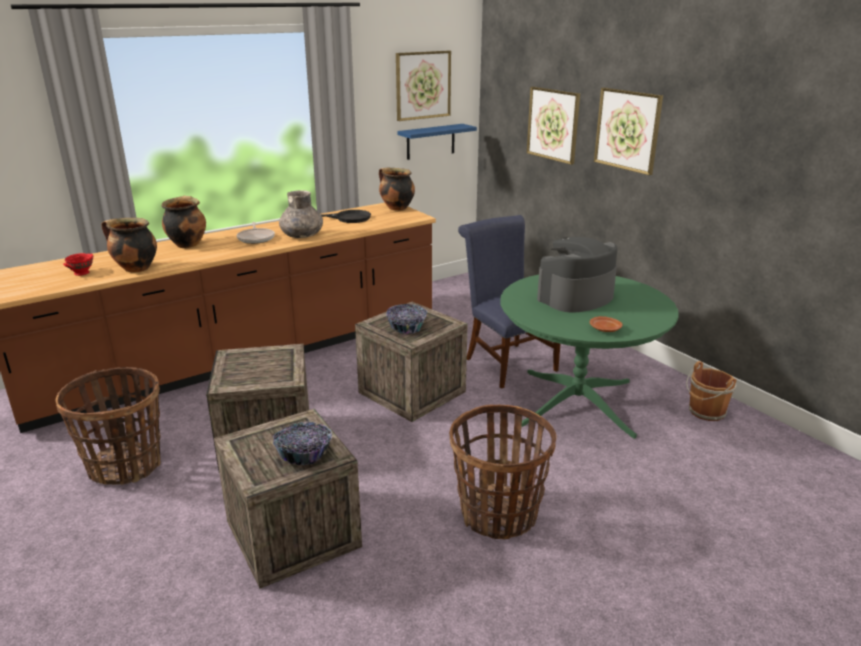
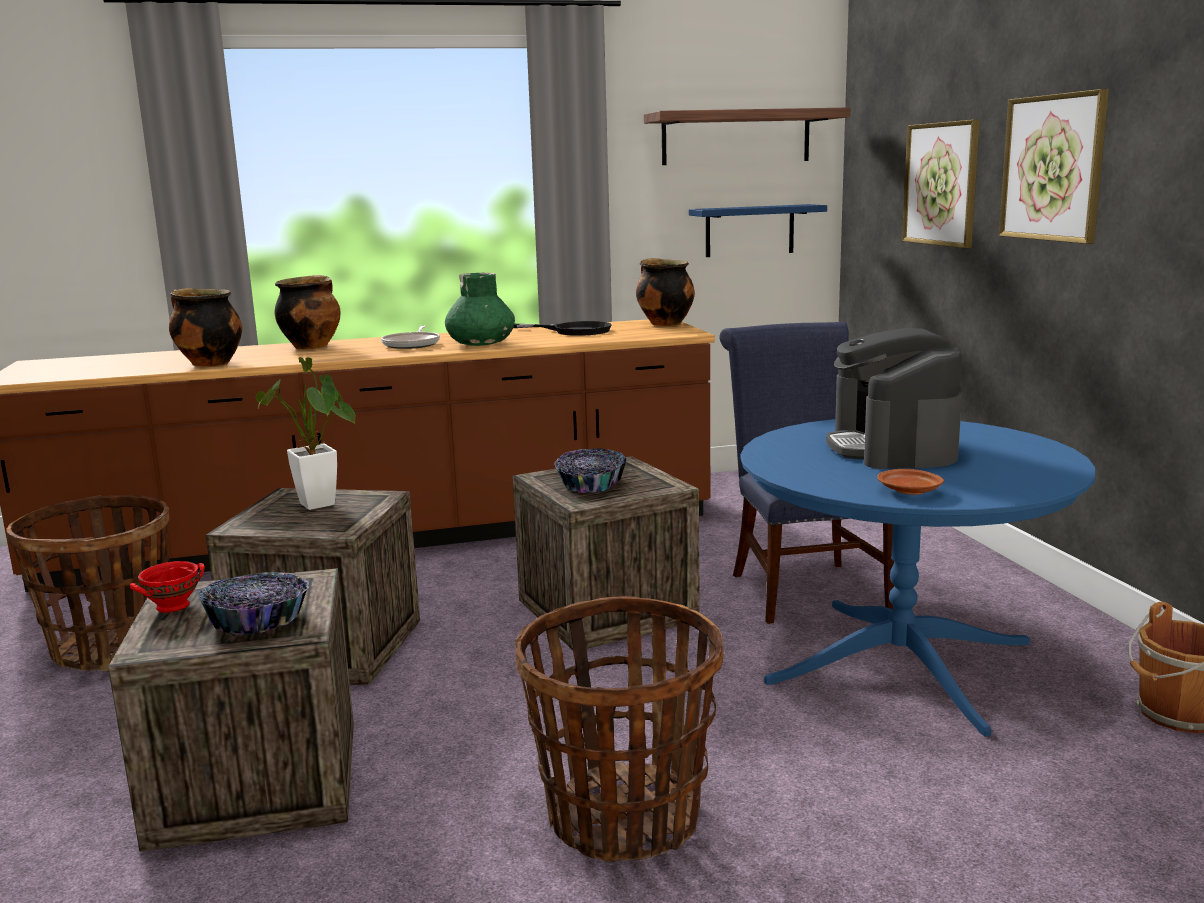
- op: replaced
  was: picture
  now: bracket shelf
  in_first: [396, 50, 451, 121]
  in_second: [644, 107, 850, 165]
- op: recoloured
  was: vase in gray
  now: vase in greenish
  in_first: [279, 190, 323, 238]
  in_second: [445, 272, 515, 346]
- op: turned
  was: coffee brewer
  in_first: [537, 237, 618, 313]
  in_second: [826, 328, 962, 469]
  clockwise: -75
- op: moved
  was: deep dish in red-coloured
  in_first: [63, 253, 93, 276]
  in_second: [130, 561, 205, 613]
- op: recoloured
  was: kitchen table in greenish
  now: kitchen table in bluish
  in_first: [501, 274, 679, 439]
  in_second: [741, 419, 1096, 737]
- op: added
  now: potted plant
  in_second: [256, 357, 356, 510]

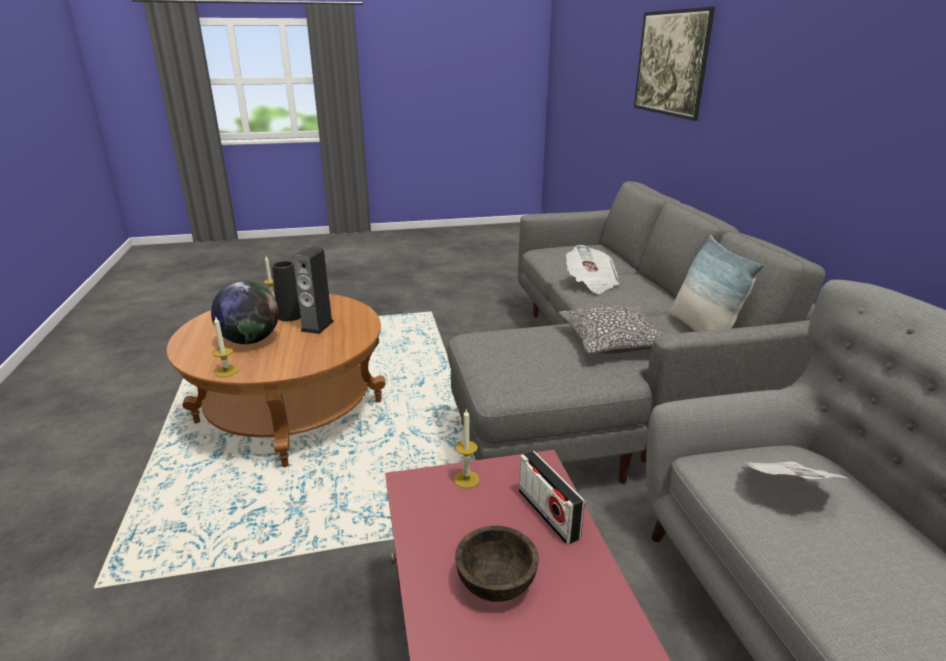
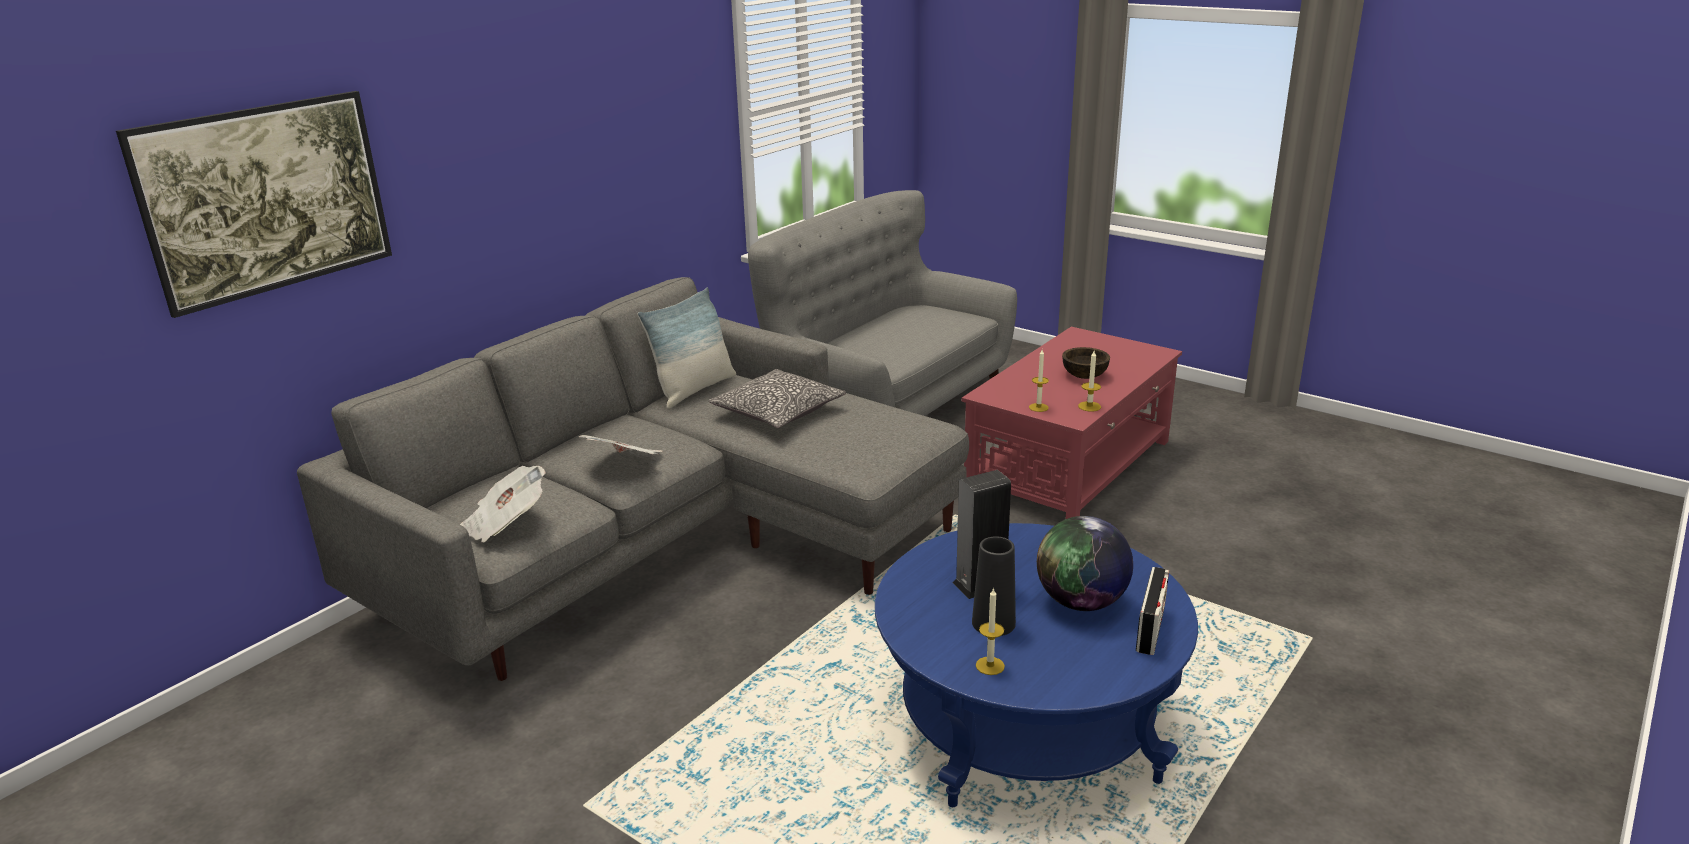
- op: recoloured
  was: lounge table in brownish
  now: lounge table in bluish
  in_first: [166, 294, 386, 467]
  in_second: [875, 523, 1198, 807]
- op: moved
  was: wax light
  in_first: [213, 316, 239, 377]
  in_second: [1078, 351, 1101, 412]
- op: moved
  was: radio set
  in_first: [519, 451, 585, 545]
  in_second: [1136, 567, 1169, 655]
- op: moved
  was: newspaper
  in_first: [744, 461, 849, 479]
  in_second: [460, 466, 546, 542]

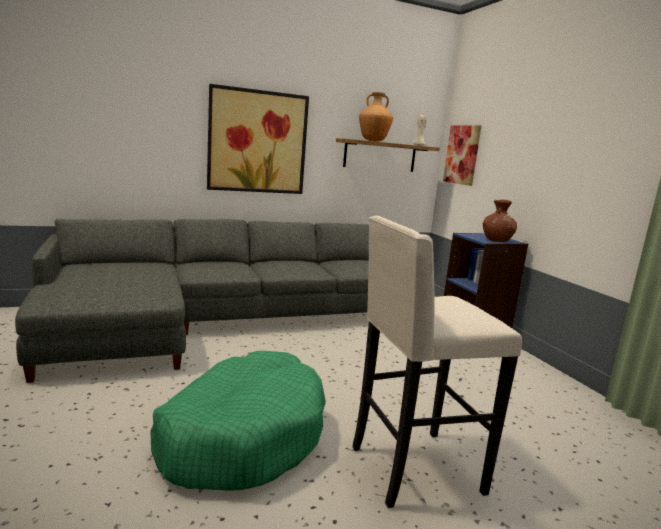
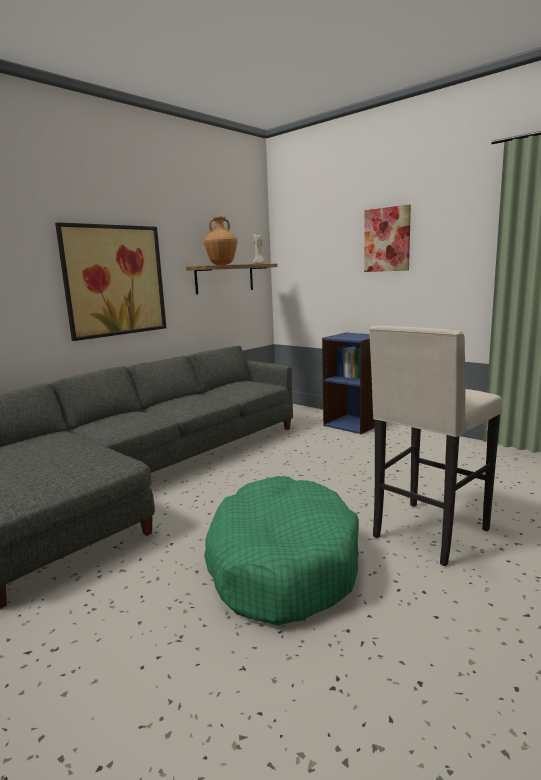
- op: moved
  was: picture
  in_first: [443, 125, 481, 186]
  in_second: [364, 205, 411, 272]
- op: removed
  was: vase in brownish
  in_first: [483, 200, 517, 242]

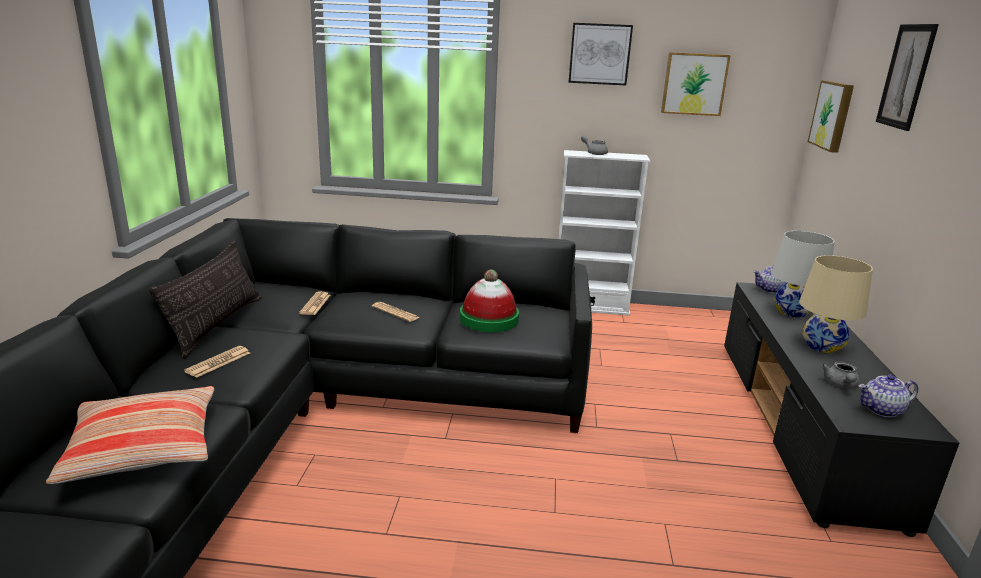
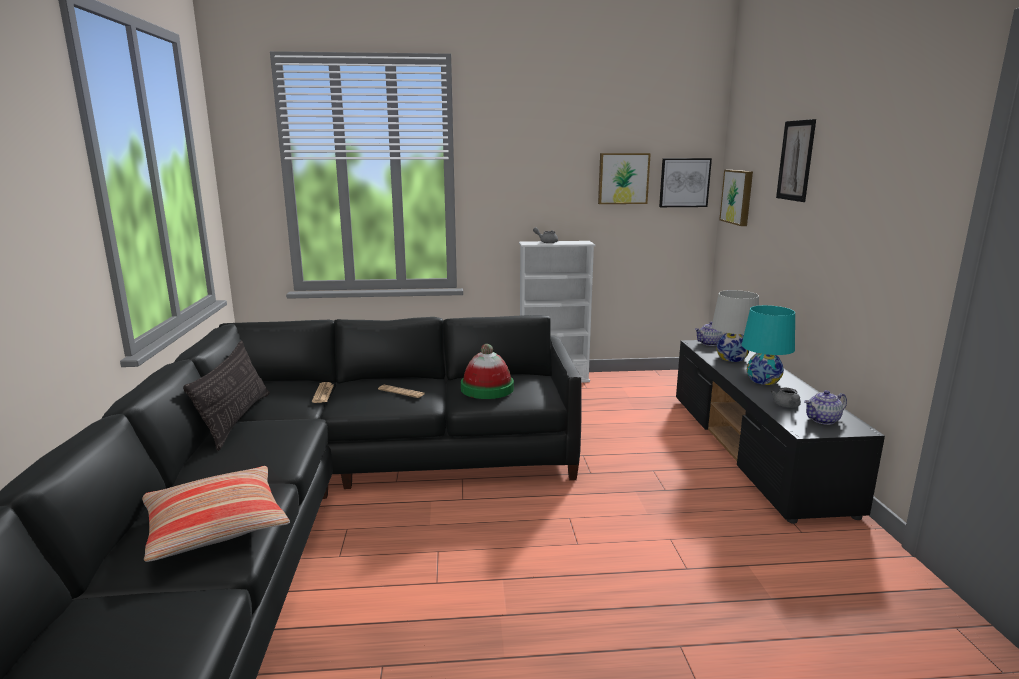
- op: moved
  was: picture
  in_first: [569, 23, 633, 85]
  in_second: [659, 158, 712, 207]
- op: recoloured
  was: table lamp in sand-coloured
  now: table lamp in blue-green
  in_first: [799, 255, 873, 353]
  in_second: [742, 305, 795, 385]
- op: removed
  was: newspaper
  in_first: [184, 346, 250, 378]

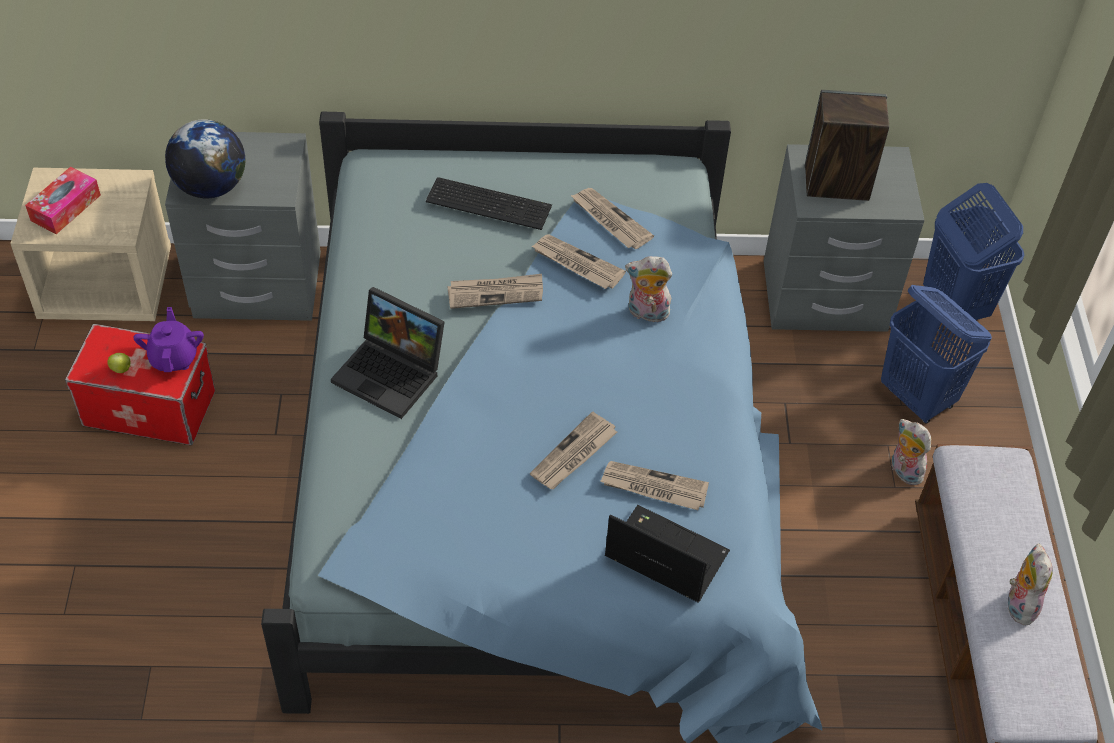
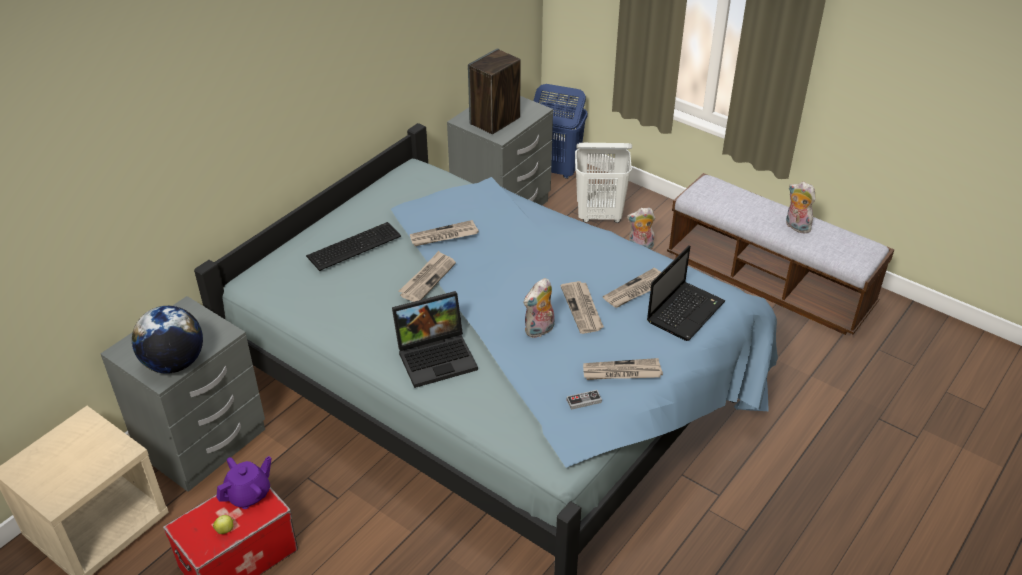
- op: removed
  was: tissue holder
  in_first: [25, 167, 101, 234]
- op: moved
  was: newspaper
  in_first: [571, 188, 654, 249]
  in_second: [583, 358, 663, 380]
- op: moved
  was: soft toy
  in_first: [625, 256, 672, 322]
  in_second: [524, 278, 555, 338]
- op: recoloured
  was: laundry basket in bluish
  now: laundry basket in whitish
  in_first: [881, 285, 992, 424]
  in_second: [575, 143, 632, 223]
- op: turned
  was: tea pot in purplish
  in_first: [133, 307, 204, 372]
  in_second: [216, 456, 272, 509]
  clockwise: 105
- op: turned
  was: portable computer
  in_first: [605, 505, 730, 603]
  in_second: [647, 245, 726, 341]
  clockwise: 150
- op: added
  now: game controller
  in_second: [567, 390, 602, 410]

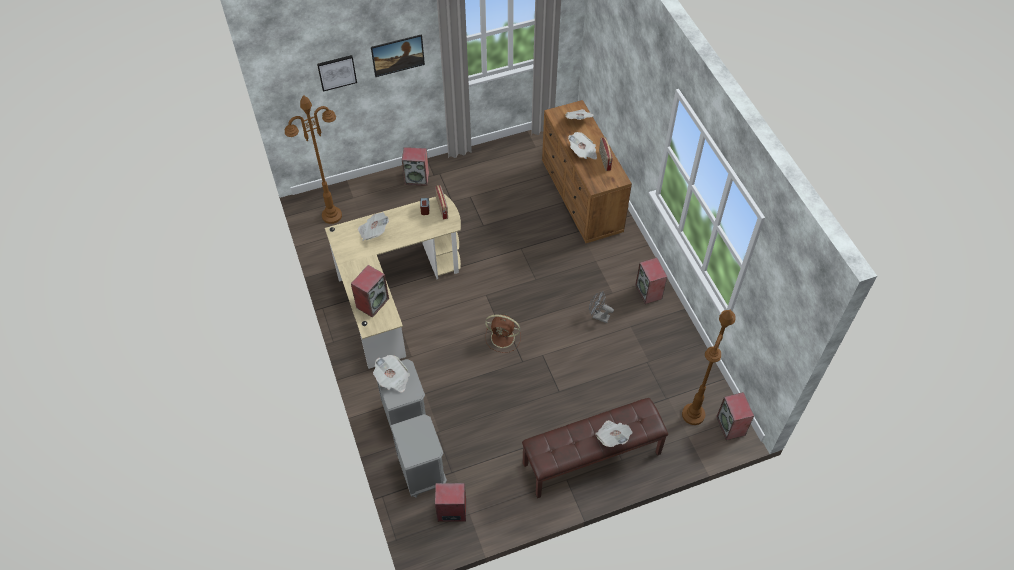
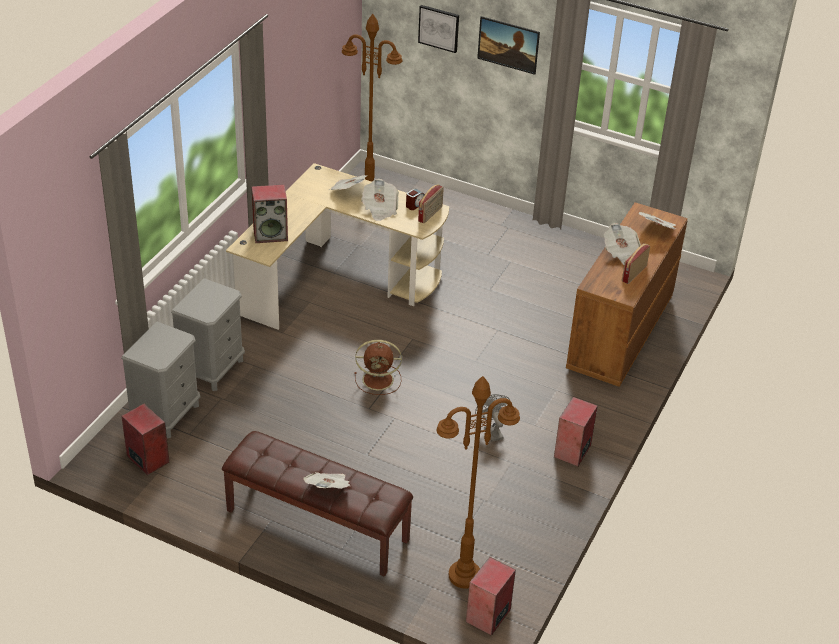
- op: removed
  was: loudspeaker
  in_first: [402, 147, 429, 186]
- op: turned
  was: fan in brownish
  in_first: [485, 314, 521, 353]
  in_second: [354, 340, 402, 395]
  clockwise: -60
- op: moved
  was: newspaper
  in_first: [373, 355, 410, 393]
  in_second: [361, 179, 399, 221]

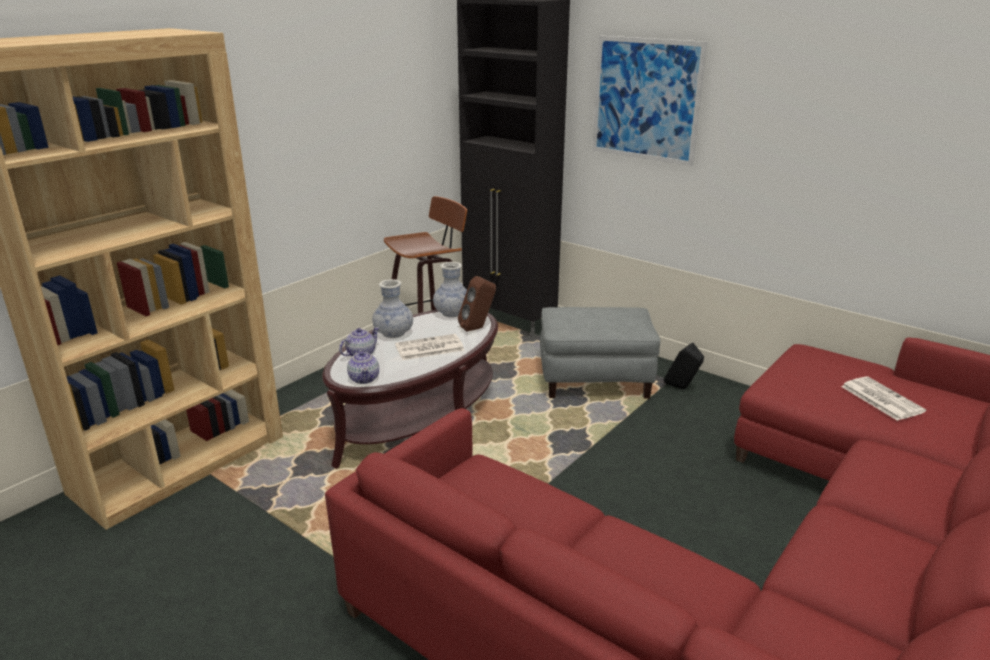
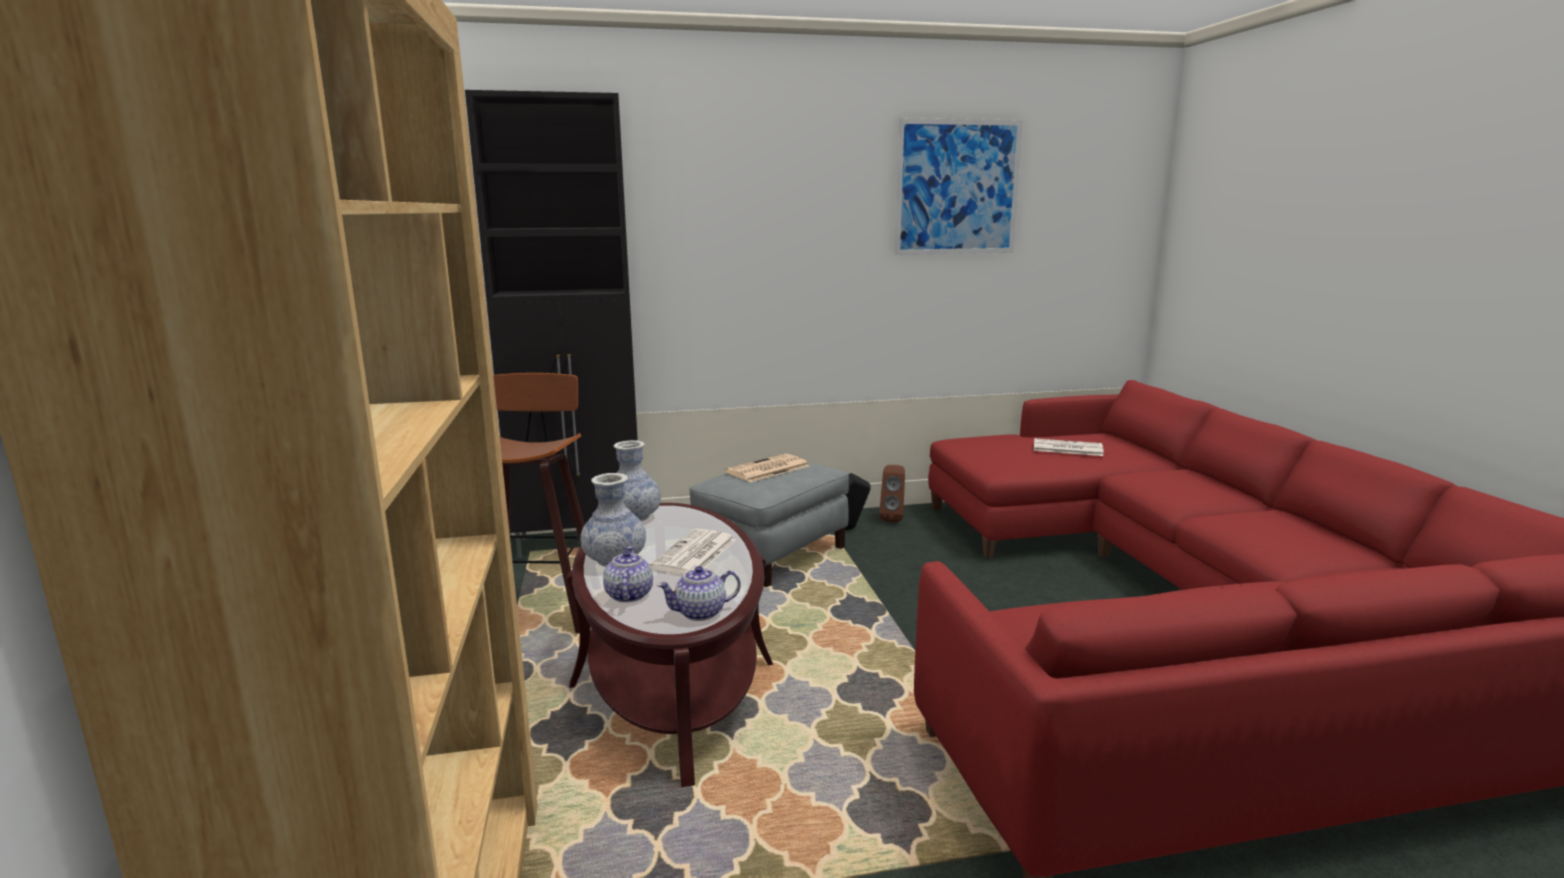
- op: moved
  was: picture
  in_first: [593, 36, 707, 166]
  in_second: [894, 118, 1023, 255]
- op: moved
  was: loudspeaker in brownish
  in_first: [458, 276, 496, 332]
  in_second: [879, 465, 905, 522]
- op: turned
  was: tea pot
  in_first: [347, 348, 379, 384]
  in_second: [657, 566, 741, 621]
  clockwise: 135
- op: added
  now: newspaper
  in_second: [725, 454, 809, 482]

